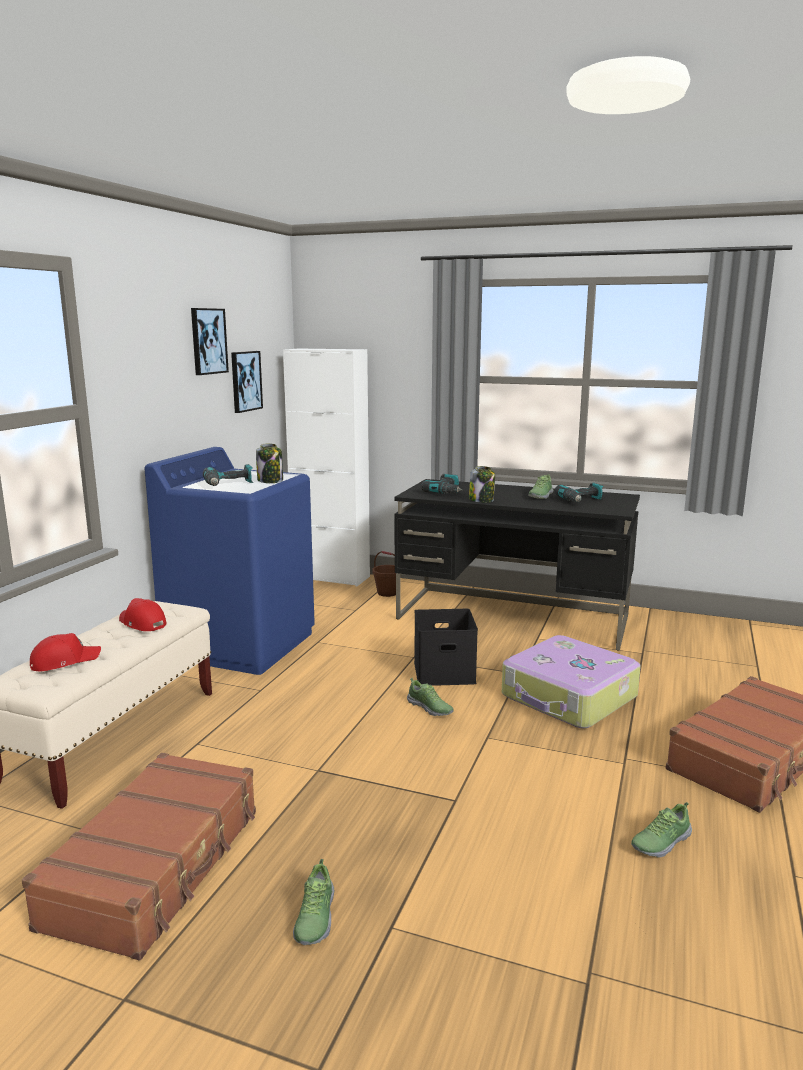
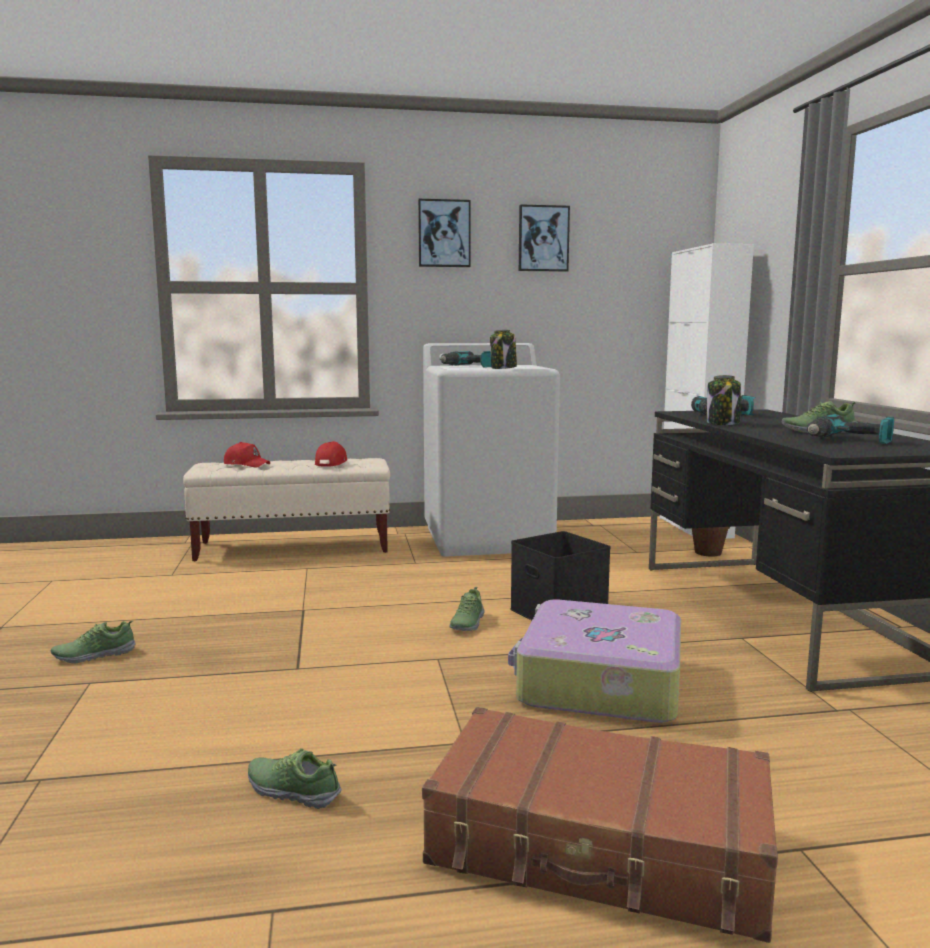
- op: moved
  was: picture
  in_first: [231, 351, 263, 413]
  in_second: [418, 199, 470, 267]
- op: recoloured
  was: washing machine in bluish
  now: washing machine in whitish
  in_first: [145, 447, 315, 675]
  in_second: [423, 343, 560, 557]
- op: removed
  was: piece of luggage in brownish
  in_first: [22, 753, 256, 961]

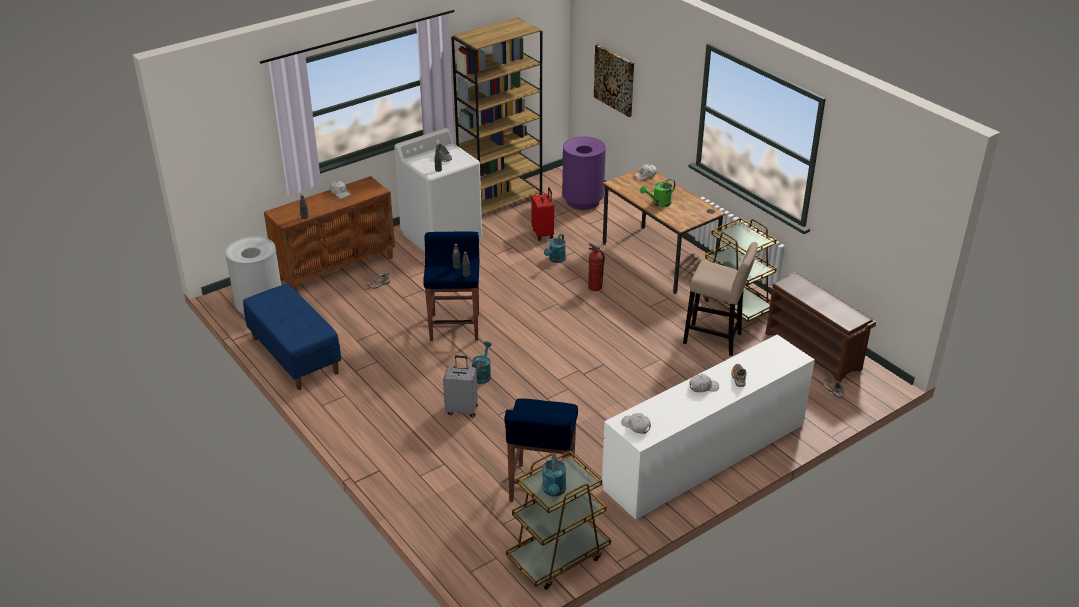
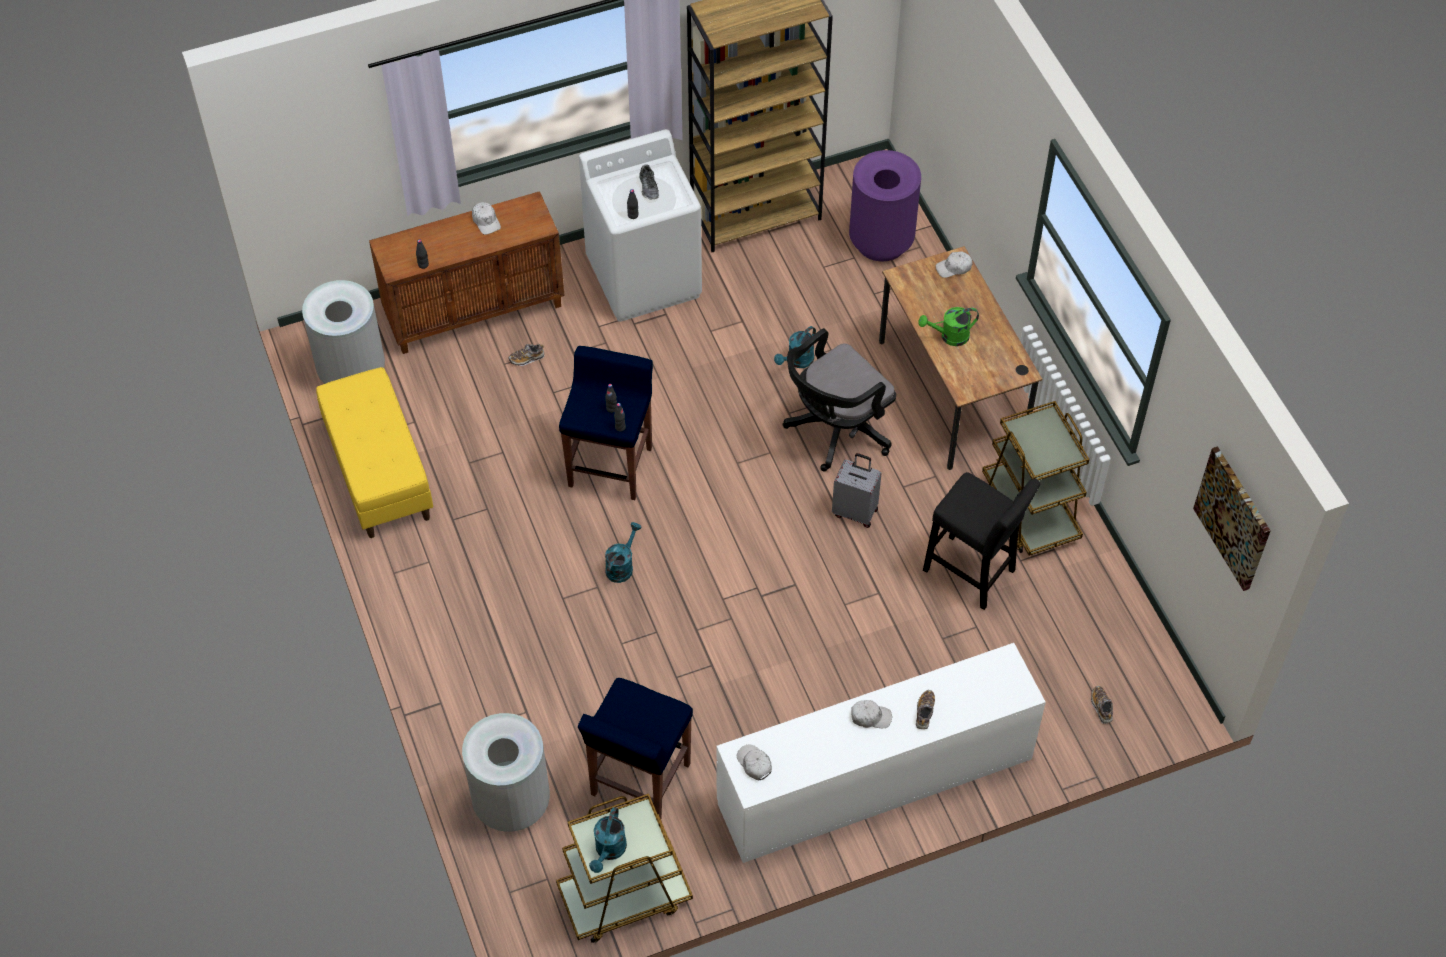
- op: moved
  was: picture
  in_first: [594, 44, 634, 117]
  in_second: [1193, 446, 1271, 591]
- op: removed
  was: piece of luggage in red-coloured
  in_first: [531, 187, 554, 241]
- op: recoloured
  was: stool in sand-coloured
  now: stool in black-coloured
  in_first: [683, 242, 758, 356]
  in_second: [923, 472, 1040, 610]
- op: replaced
  was: fire extinguisher
  now: office chair in black-coloured
  in_first: [588, 243, 605, 291]
  in_second: [783, 328, 896, 471]
- op: removed
  was: shoe rack in brownish
  in_first: [765, 272, 876, 382]
- op: recoloured
  was: indoor bench in bluish
  now: indoor bench in yellowish
  in_first: [243, 283, 341, 390]
  in_second: [316, 367, 433, 538]
- op: moved
  was: piece of luggage in gray
  in_first: [443, 355, 478, 417]
  in_second: [832, 453, 881, 528]
- op: added
  now: rubbish bin in gray
  in_second: [462, 713, 550, 832]

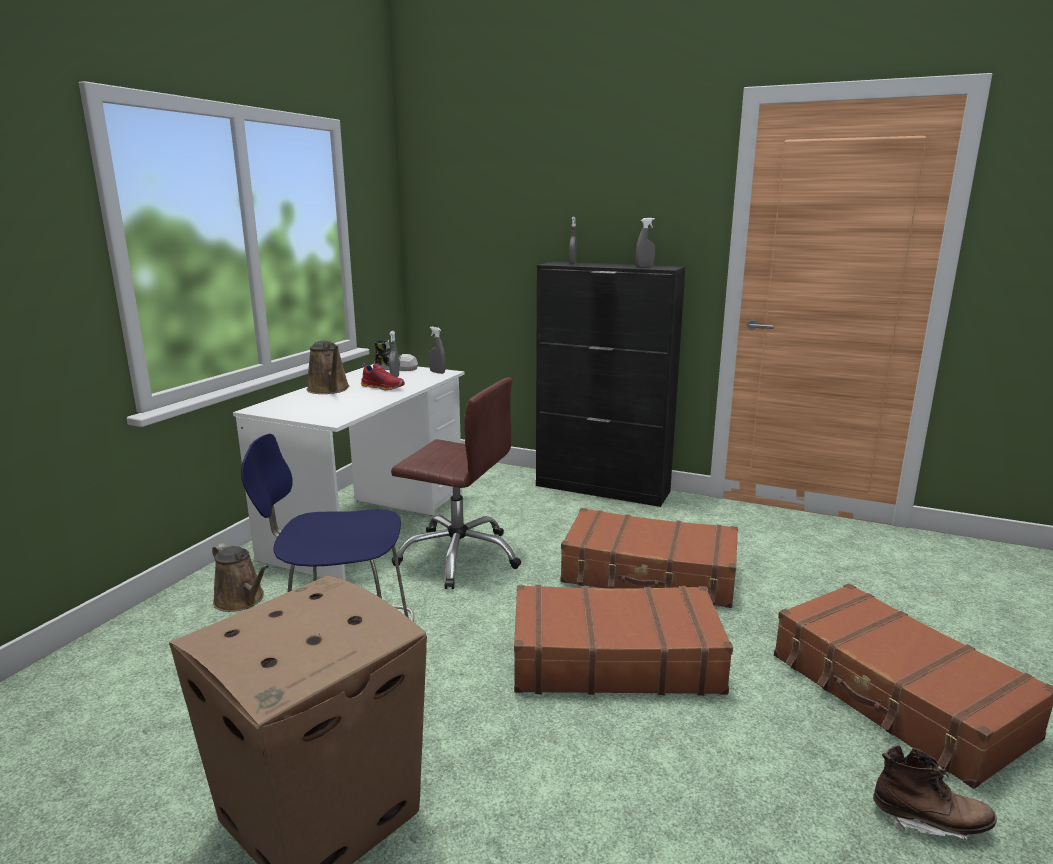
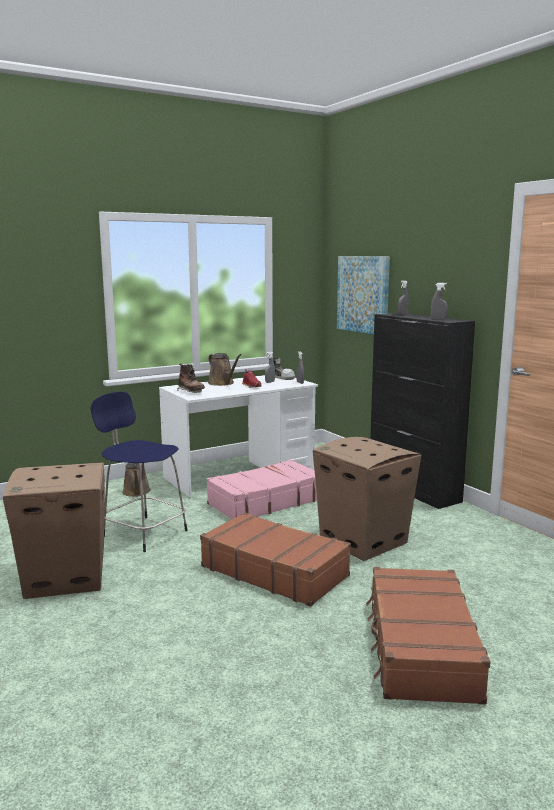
- op: turned
  was: sprinkling can in brownish
  in_first: [306, 341, 349, 394]
  in_second: [208, 353, 241, 386]
  clockwise: -45
- op: replaced
  was: office chair in brownish
  now: piece of luggage in pink-coloured
  in_first: [391, 377, 521, 589]
  in_second: [207, 460, 317, 519]
- op: replaced
  was: piece of luggage in brownish
  now: cardboard box
  in_first: [560, 508, 738, 608]
  in_second: [313, 437, 422, 561]
- op: moved
  was: tall boot in brownish
  in_first: [873, 745, 997, 841]
  in_second: [177, 363, 205, 393]
- op: added
  now: picture
  in_second: [337, 256, 390, 334]

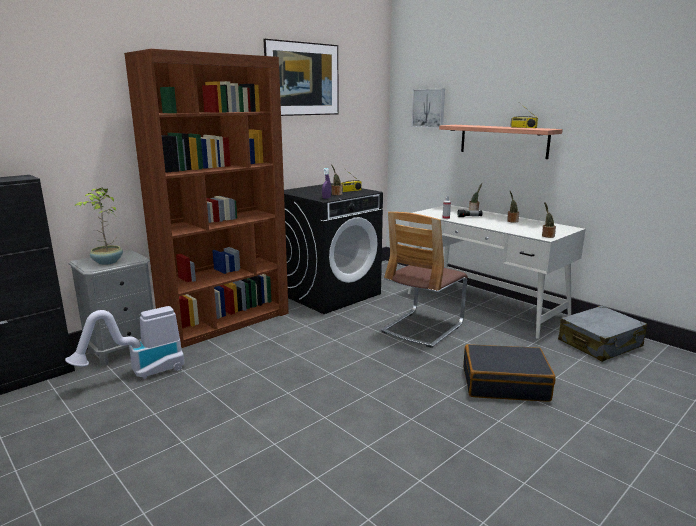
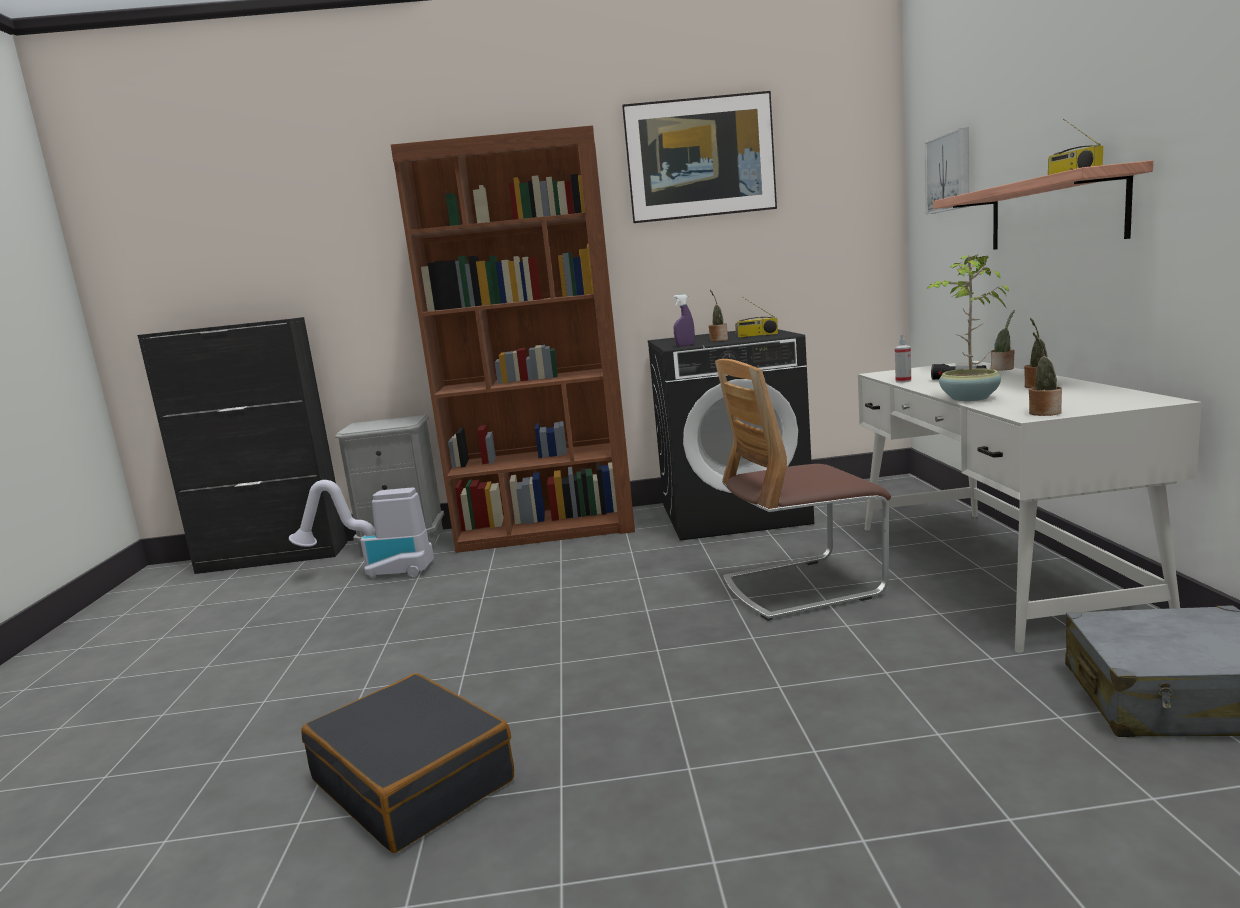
- op: moved
  was: potted plant
  in_first: [75, 187, 123, 265]
  in_second: [927, 254, 1009, 401]
- op: moved
  was: piece of luggage in black-coloured
  in_first: [463, 344, 556, 402]
  in_second: [301, 673, 514, 853]

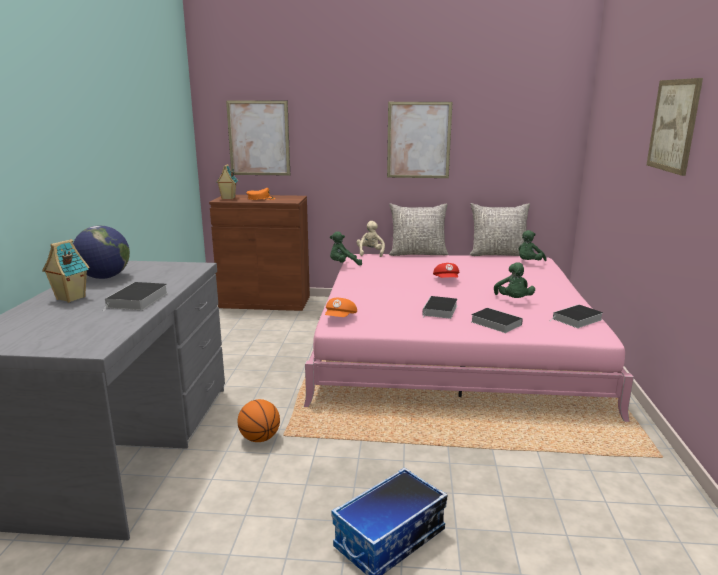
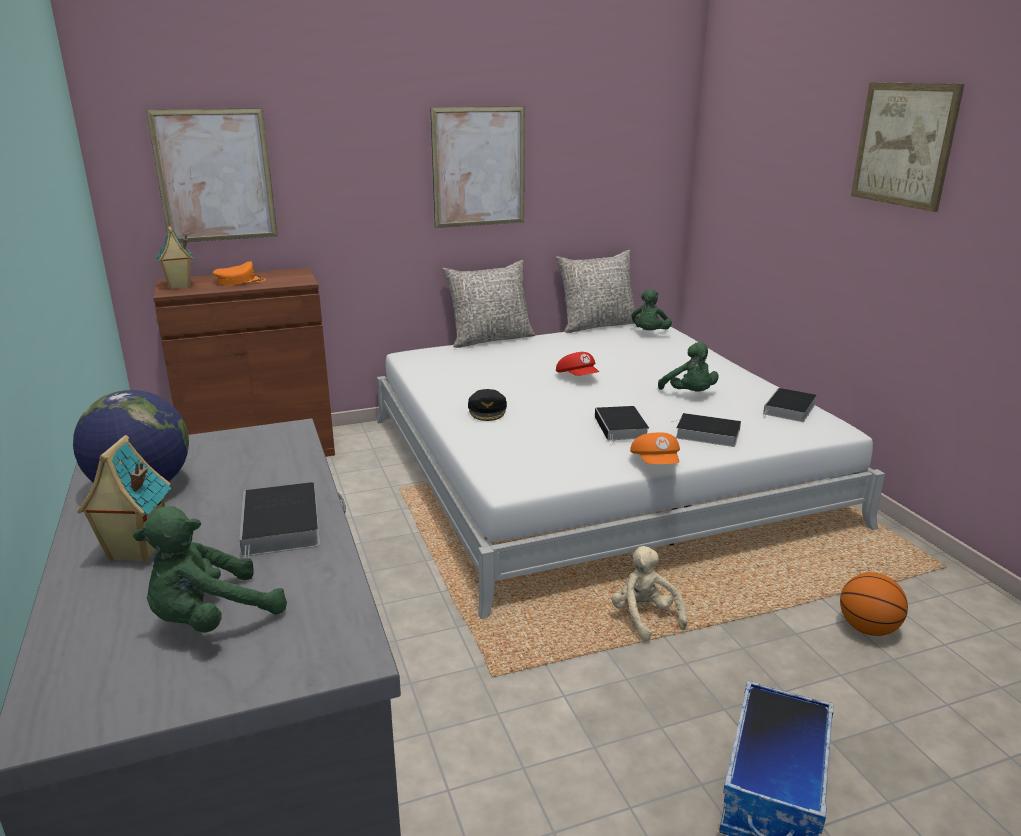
- op: moved
  was: soft toy in sand-coloured
  in_first: [356, 221, 385, 257]
  in_second: [611, 546, 687, 641]
- op: moved
  was: soft toy in greenish
  in_first: [330, 231, 362, 266]
  in_second: [133, 506, 287, 633]
- op: recoloured
  was: sleeping bed in pink-coloured
  now: sleeping bed in whitish
  in_first: [304, 254, 634, 422]
  in_second: [377, 324, 885, 619]
- op: moved
  was: baseball cap in orange
  in_first: [325, 298, 357, 317]
  in_second: [630, 432, 680, 464]
- op: moved
  was: basketball ball
  in_first: [238, 399, 280, 442]
  in_second: [840, 573, 908, 636]
- op: added
  now: baseball cap in black-coloured
  in_second: [468, 389, 507, 421]

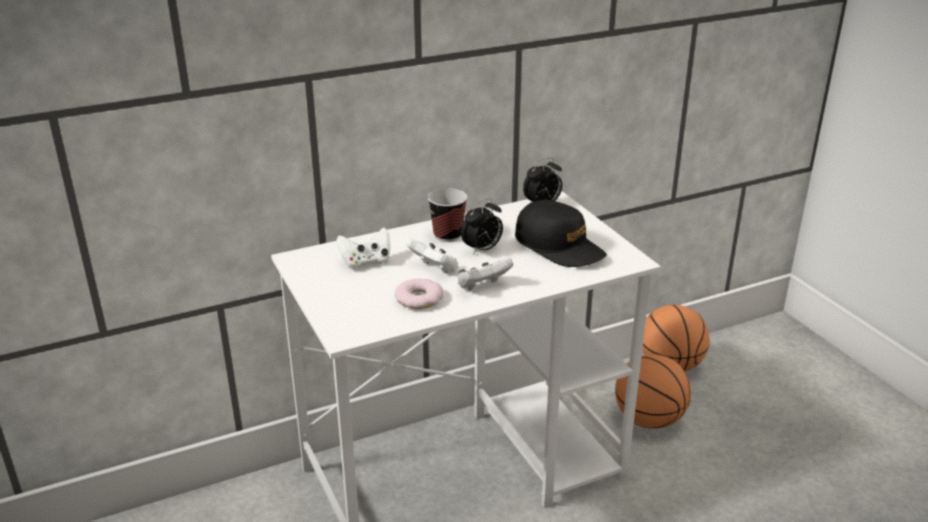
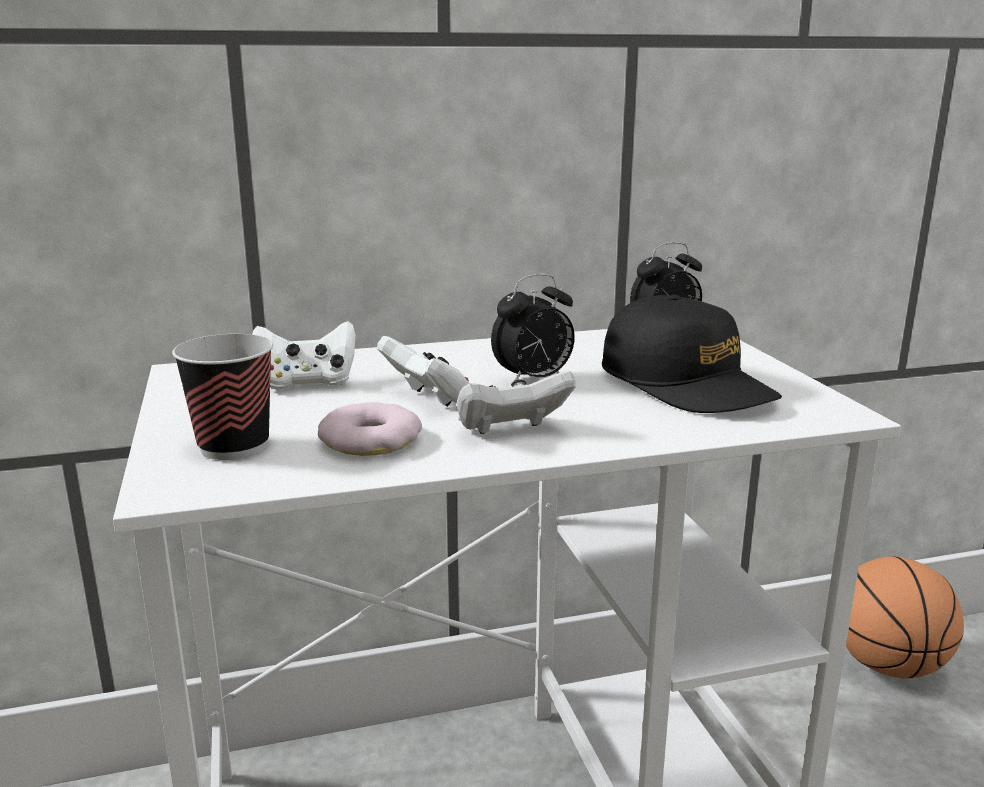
- op: moved
  was: cup
  in_first: [428, 188, 467, 242]
  in_second: [172, 334, 273, 460]
- op: removed
  was: basketball ball
  in_first: [615, 354, 691, 429]

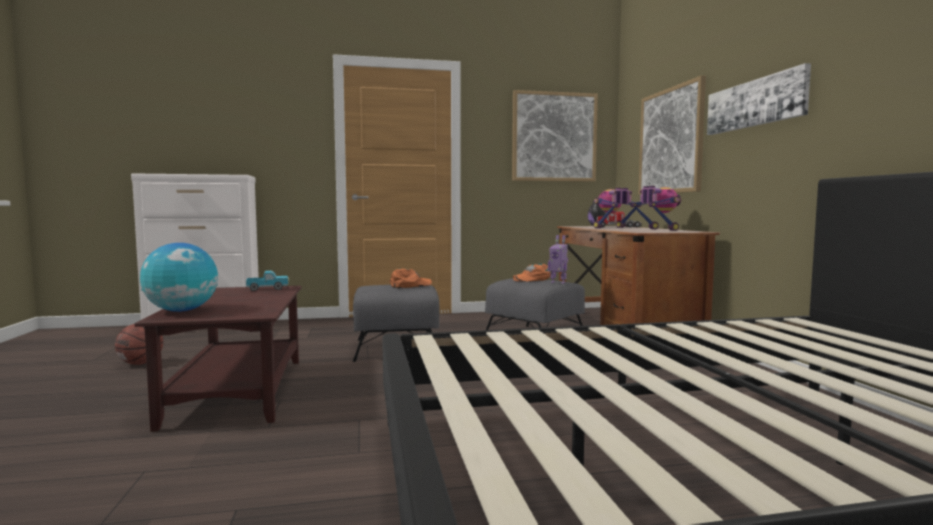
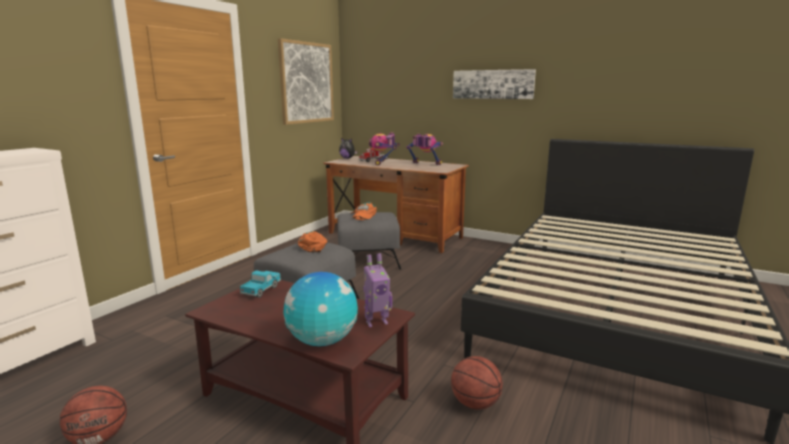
- op: removed
  was: picture
  in_first: [639, 76, 706, 195]
- op: moved
  was: model robot
  in_first: [548, 235, 568, 284]
  in_second: [363, 253, 392, 327]
- op: added
  now: basketball ball
  in_second: [451, 356, 503, 410]

